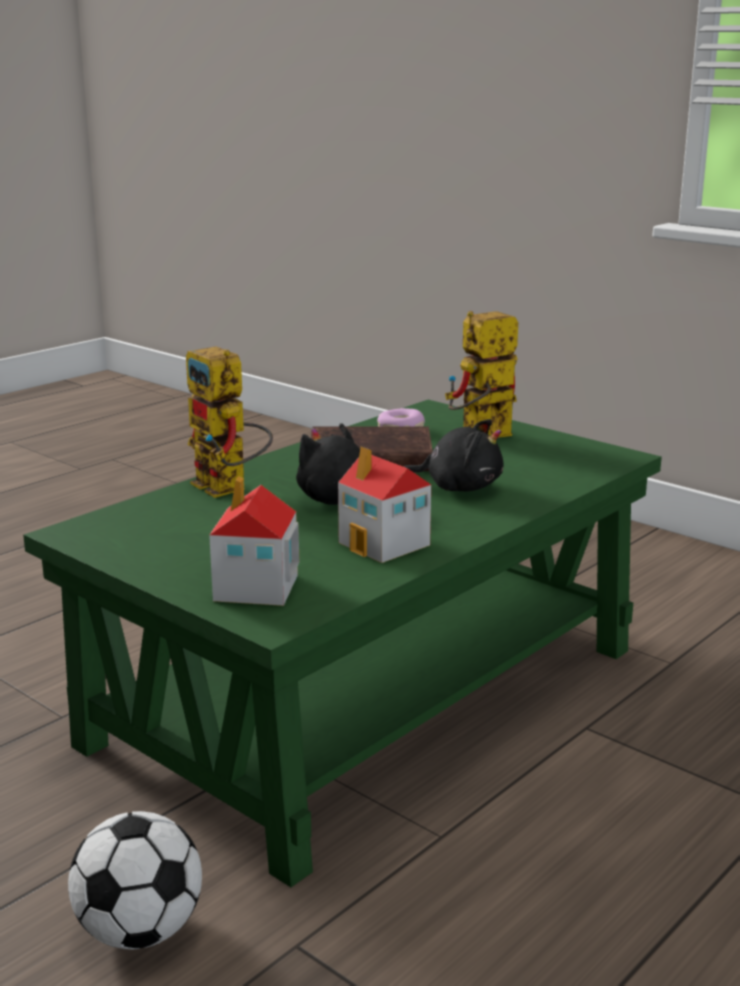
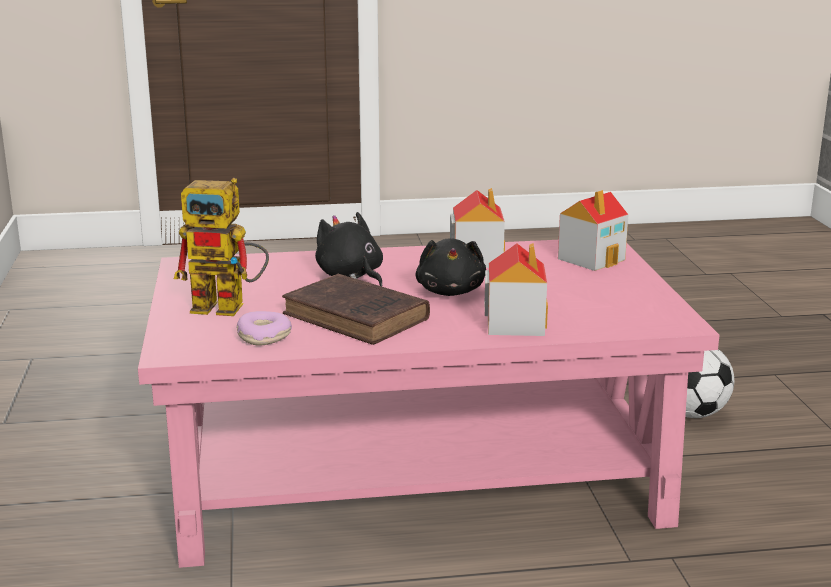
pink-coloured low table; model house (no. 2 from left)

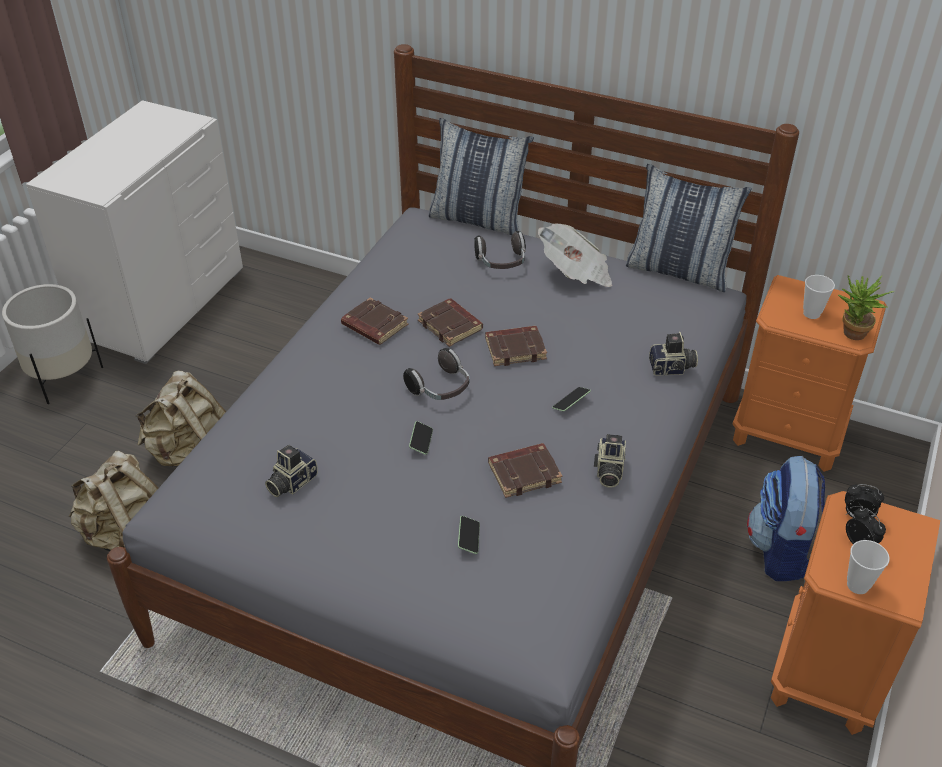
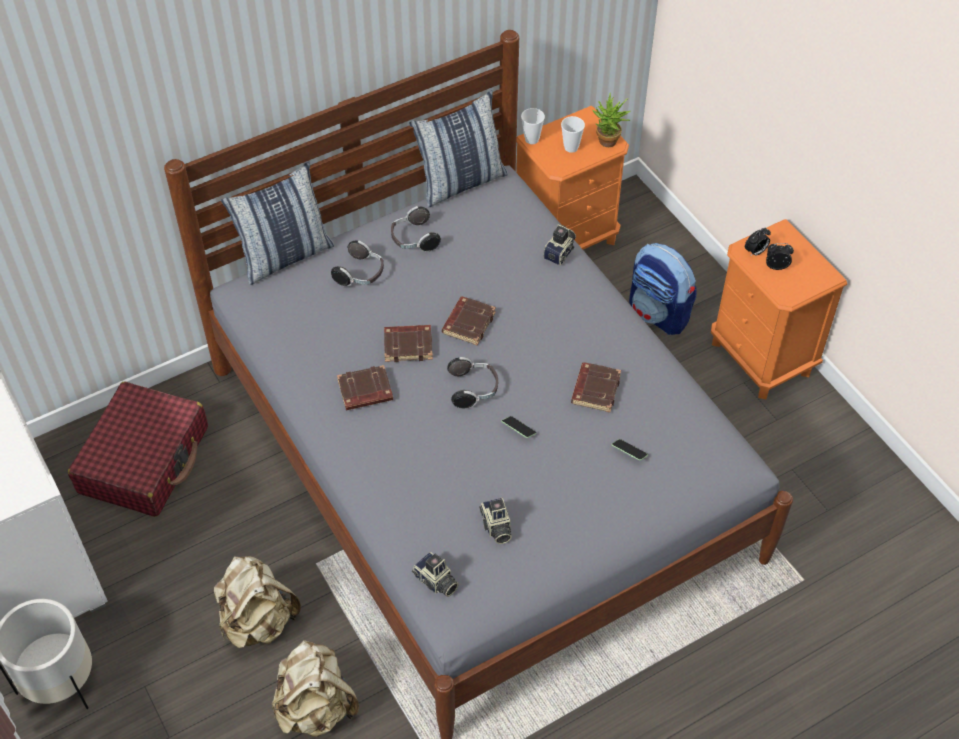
headphones (no. 2 from left); handset (no. 3 from left in the first image); still camera (no. 1 from left); cup (no. 1 from left); reddish suitcase

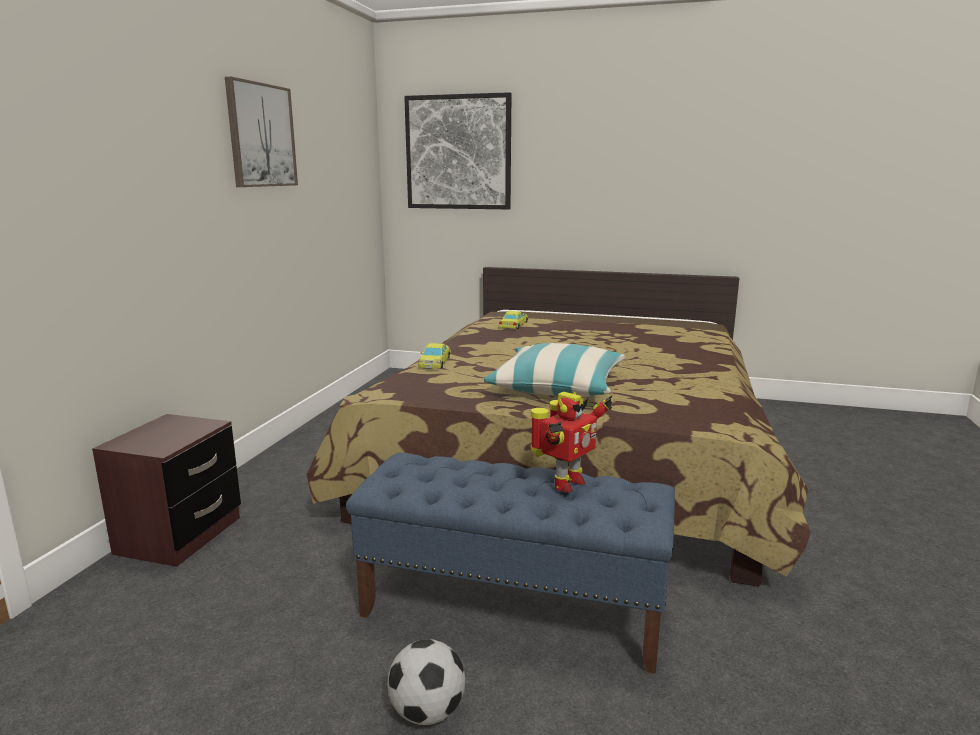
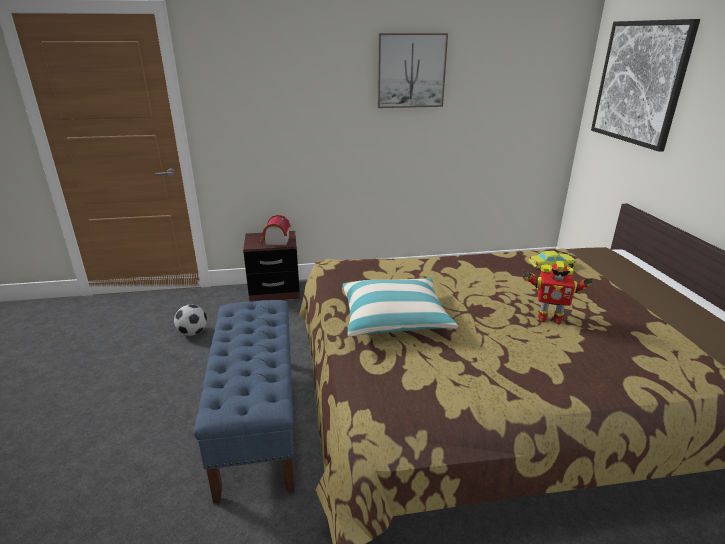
football ball; yellow miniature car (no. 1 from left in the first image); toy robot; model house

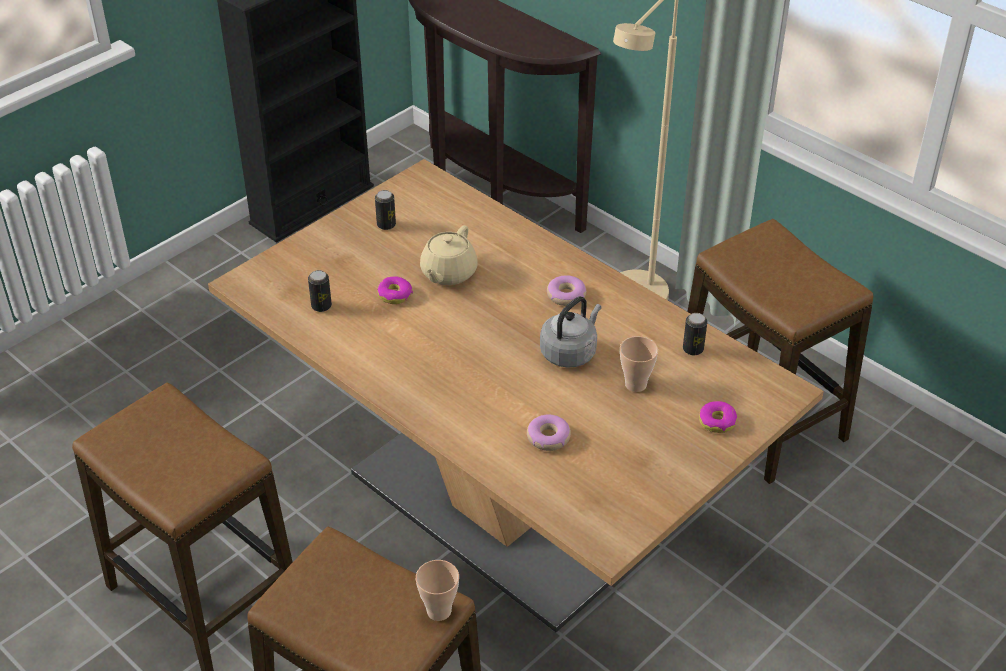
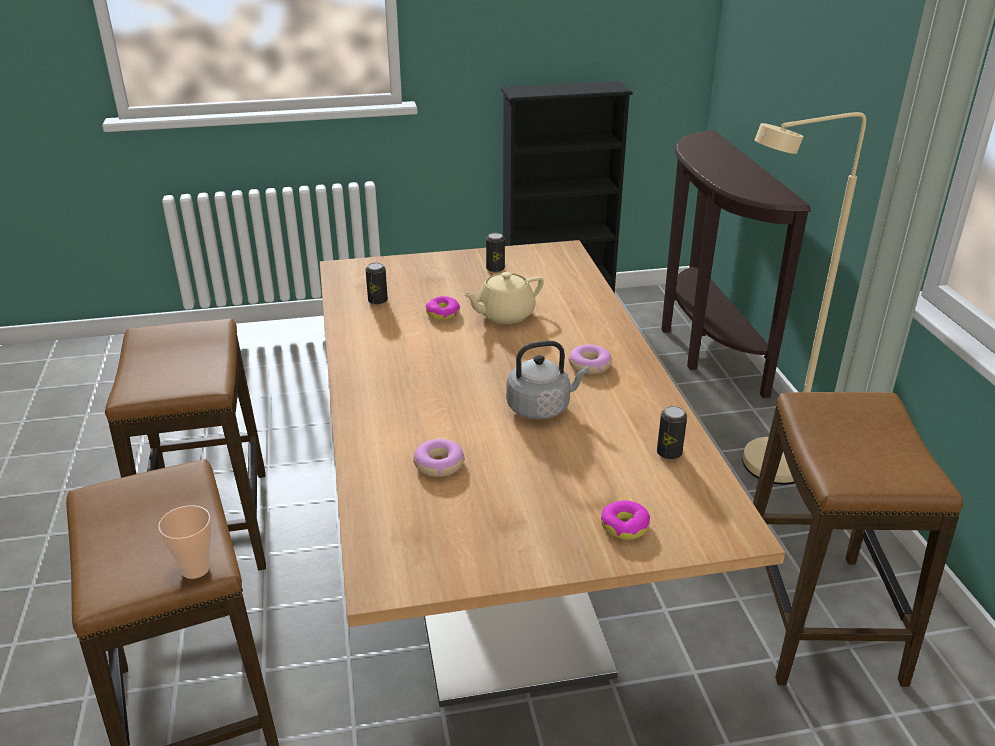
cup (no. 2 from left in the first image)

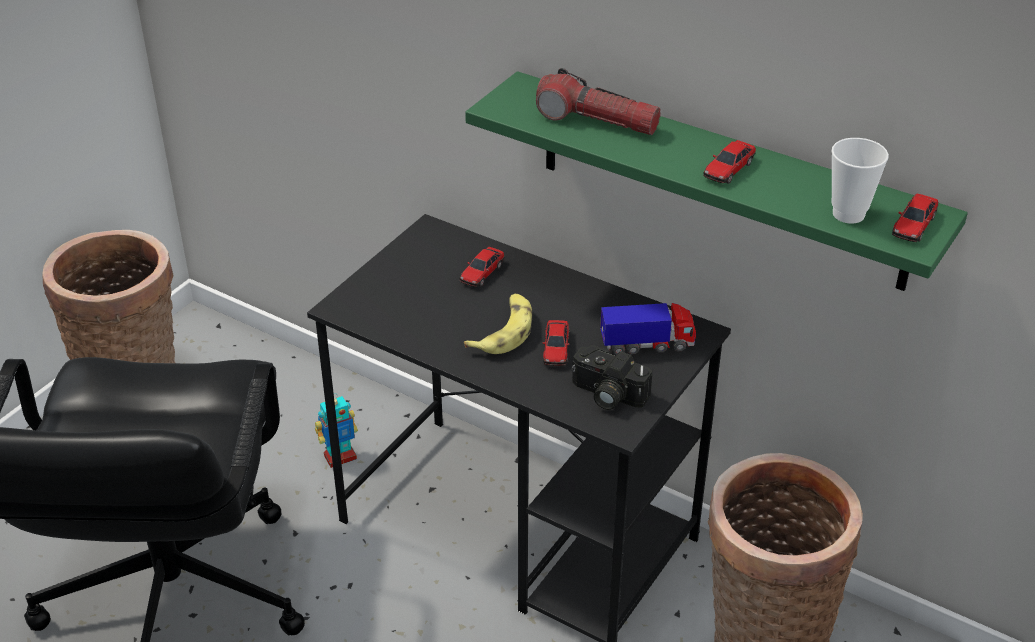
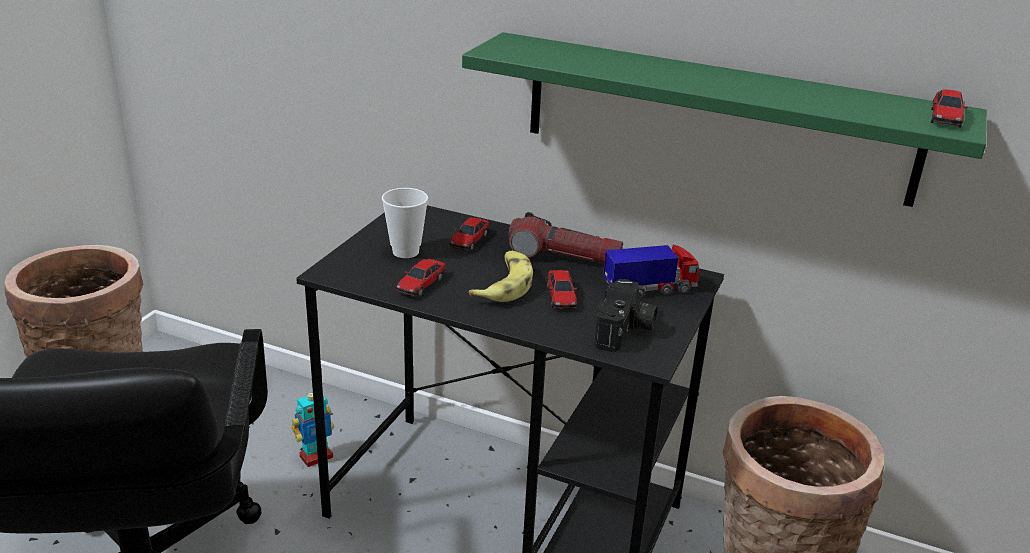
flashlight; still camera; miniature car (no. 1 from left); cup

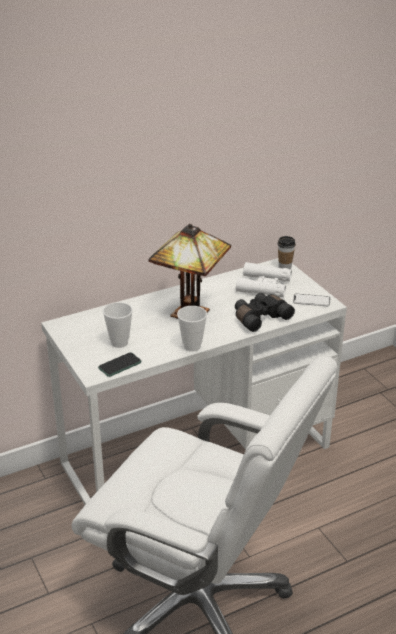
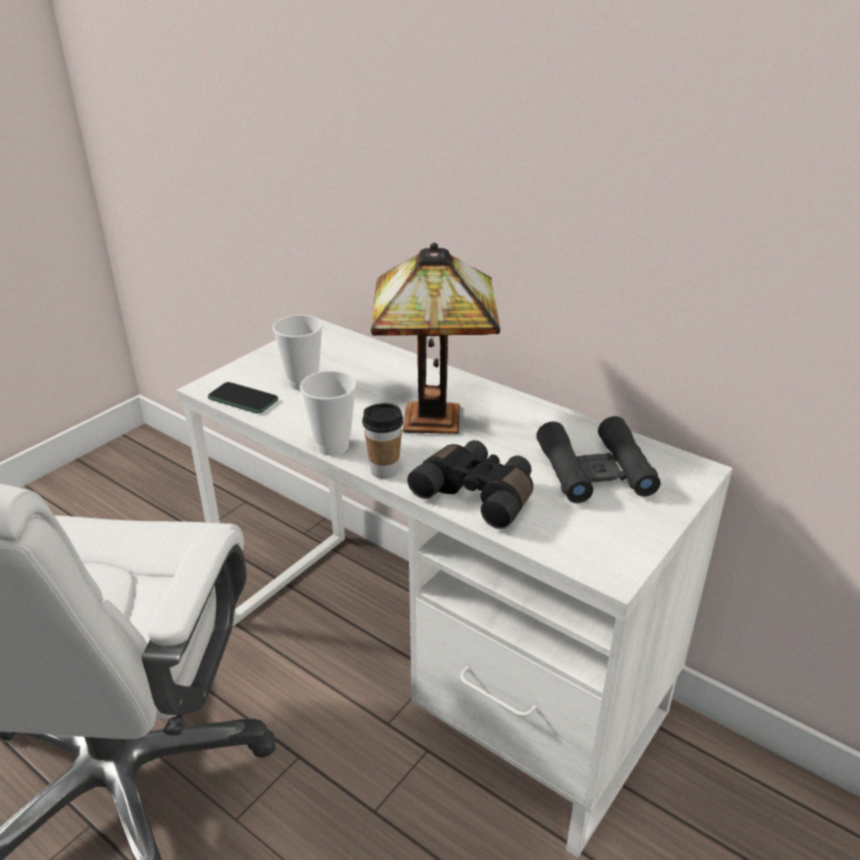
blackish binoculars (no. 2 from left); cup (no. 3 from left); handset (no. 2 from left in the first image)

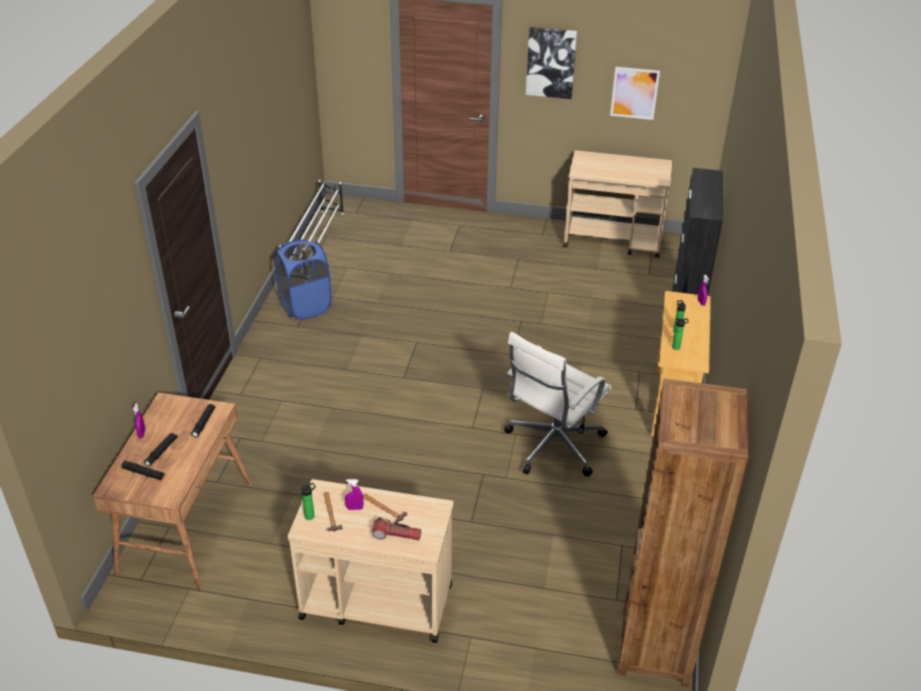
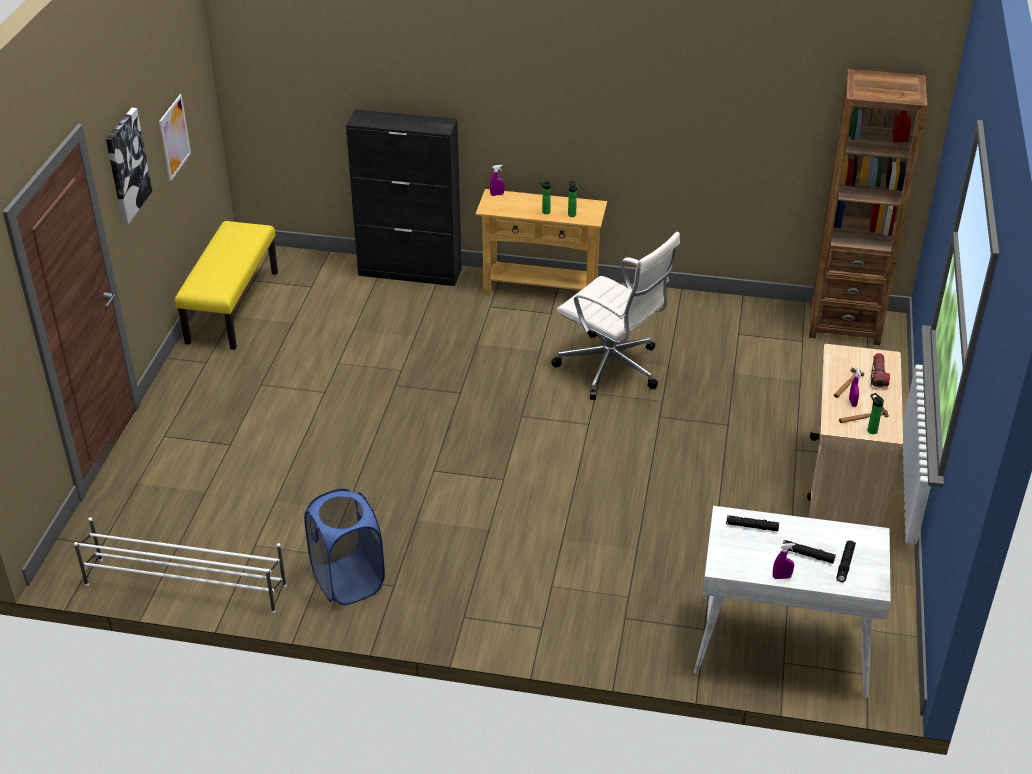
whitish desk table; yellow indoor bench

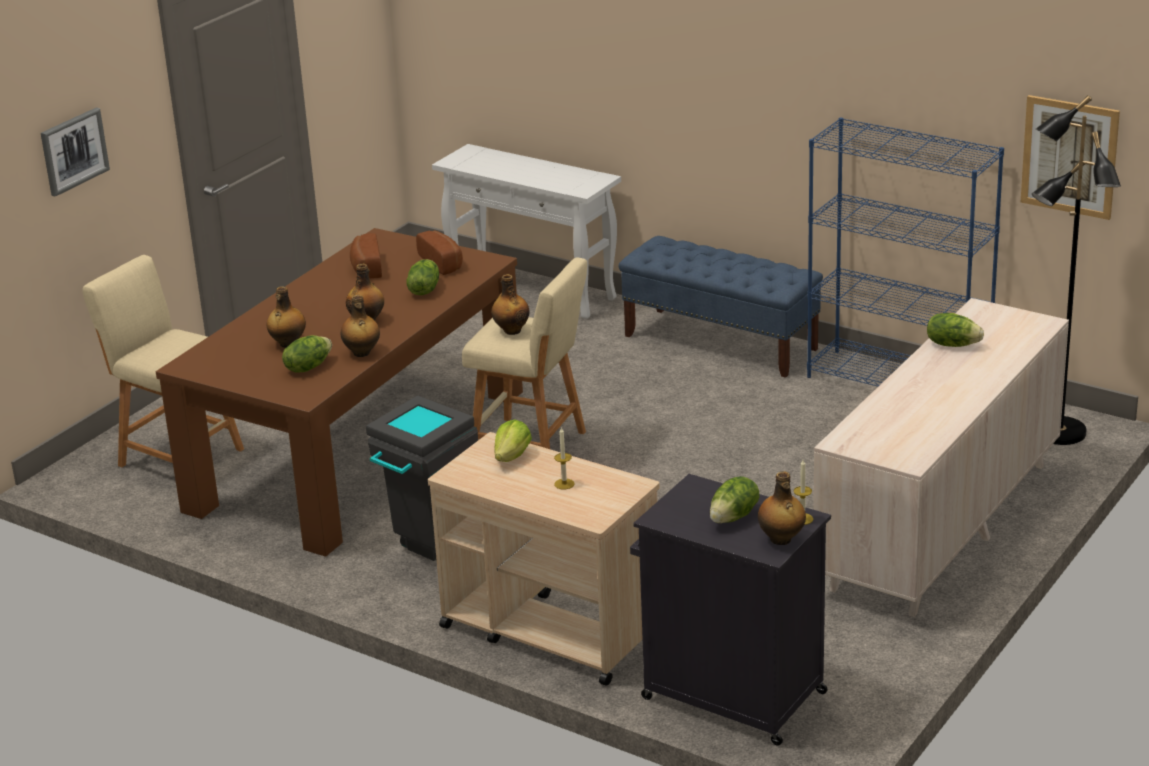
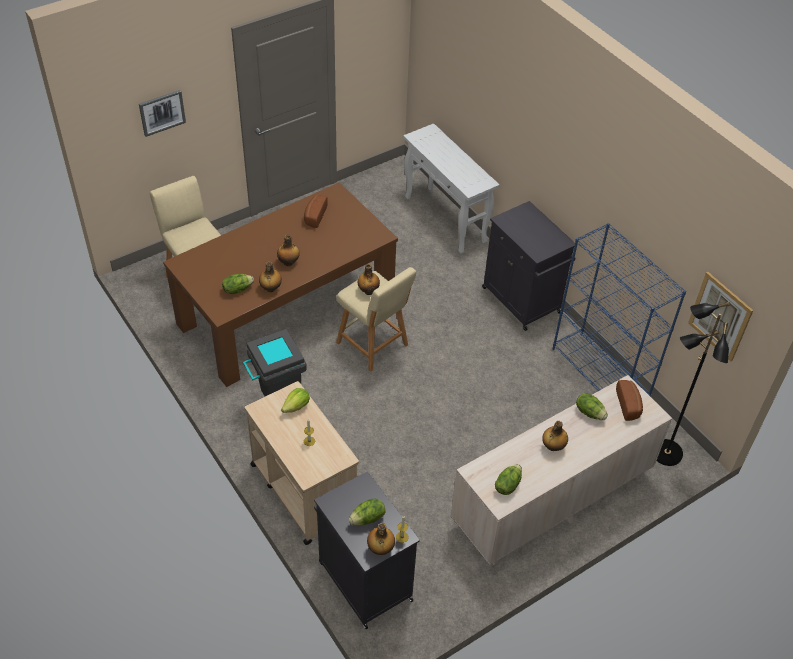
bottle (no. 5 from left); lettuce (no. 4 from left); bakery bread (no. 2 from left); blackish storage cabinet (no. 2 from left)

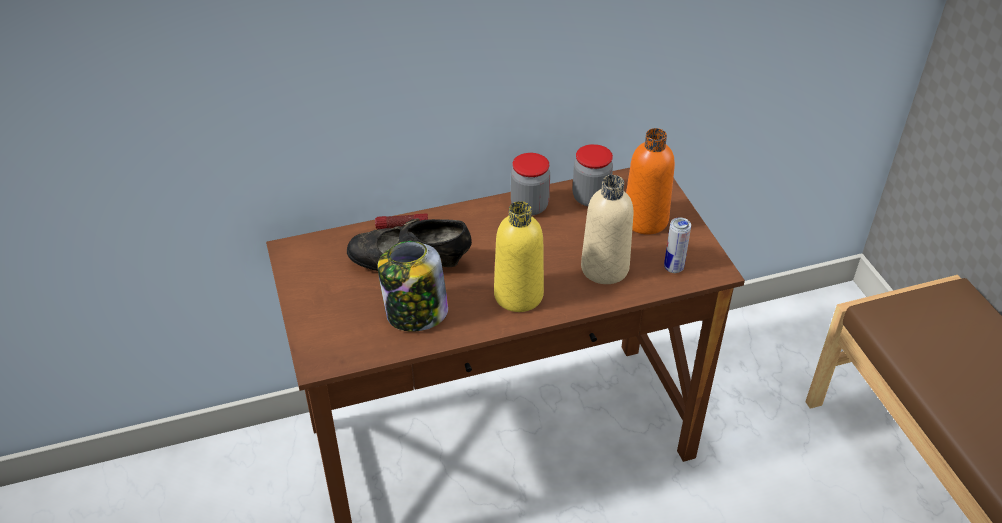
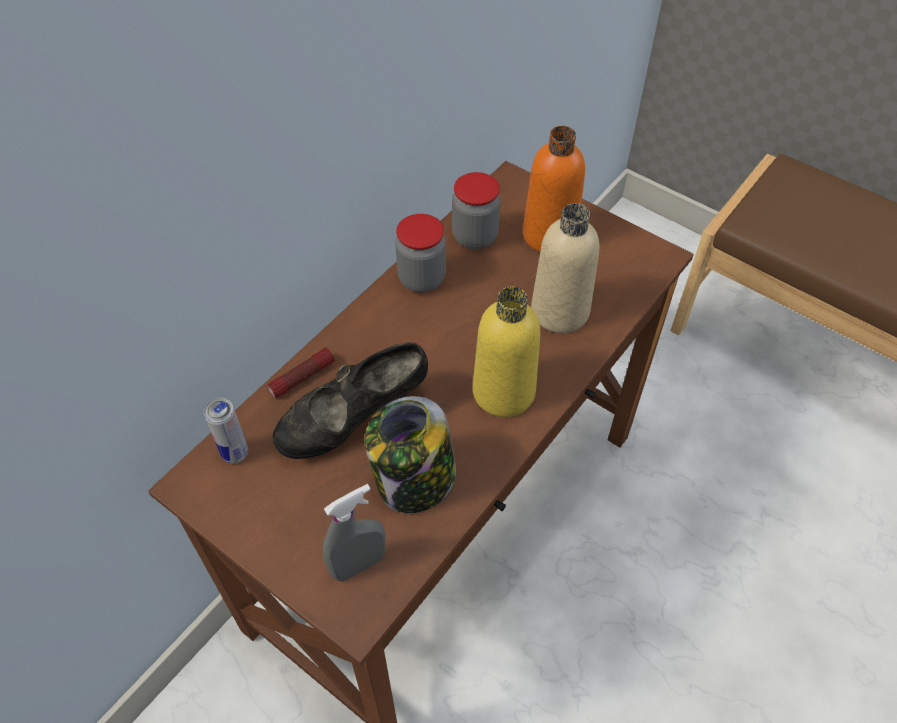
can; greyish hand sprayer

